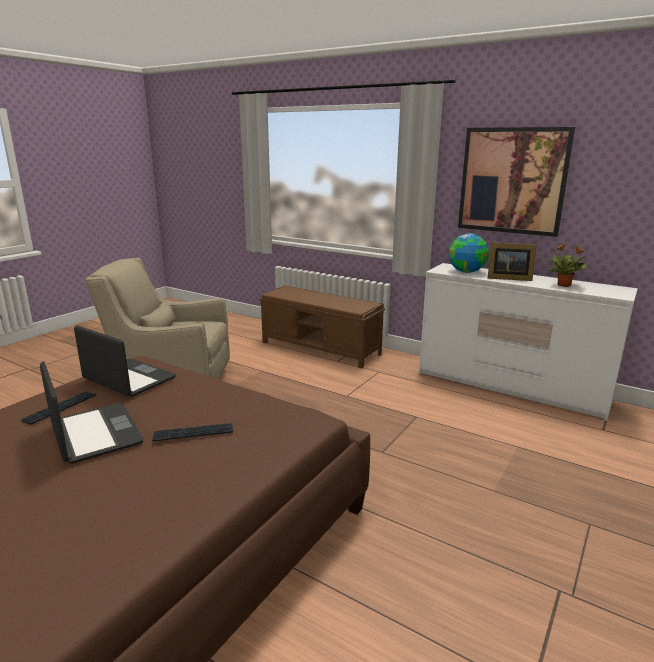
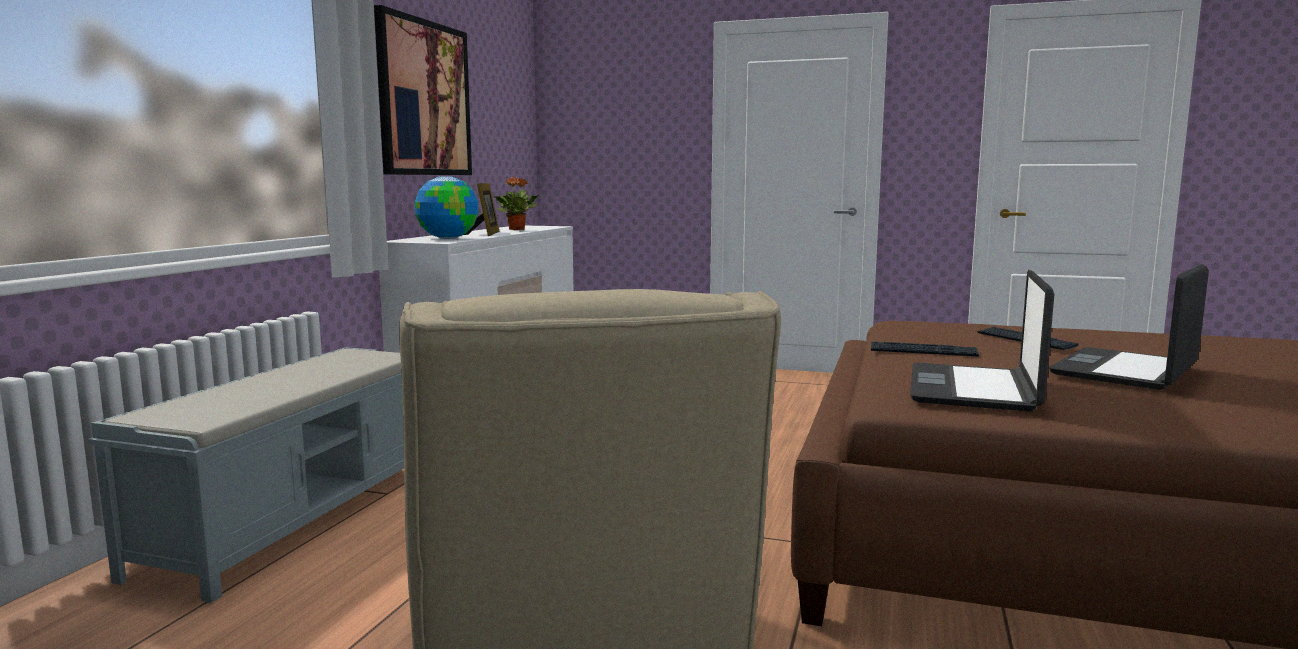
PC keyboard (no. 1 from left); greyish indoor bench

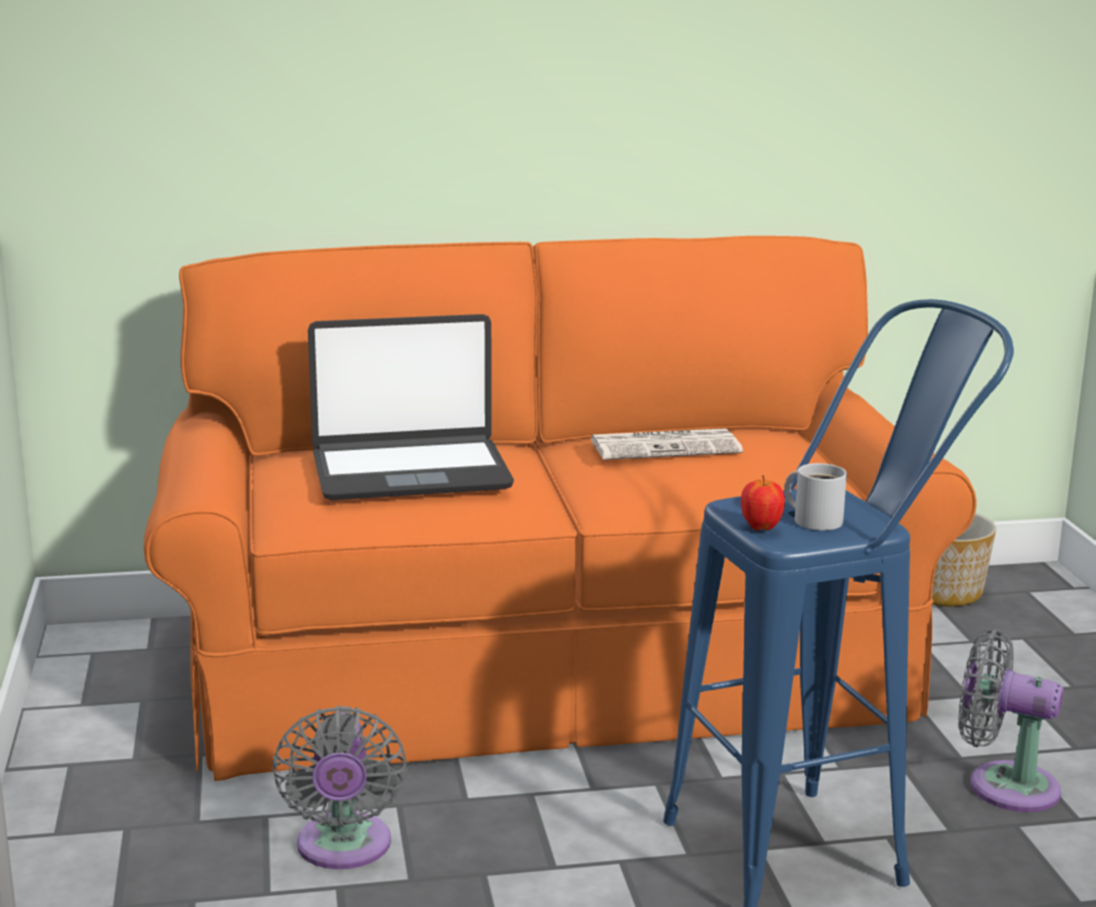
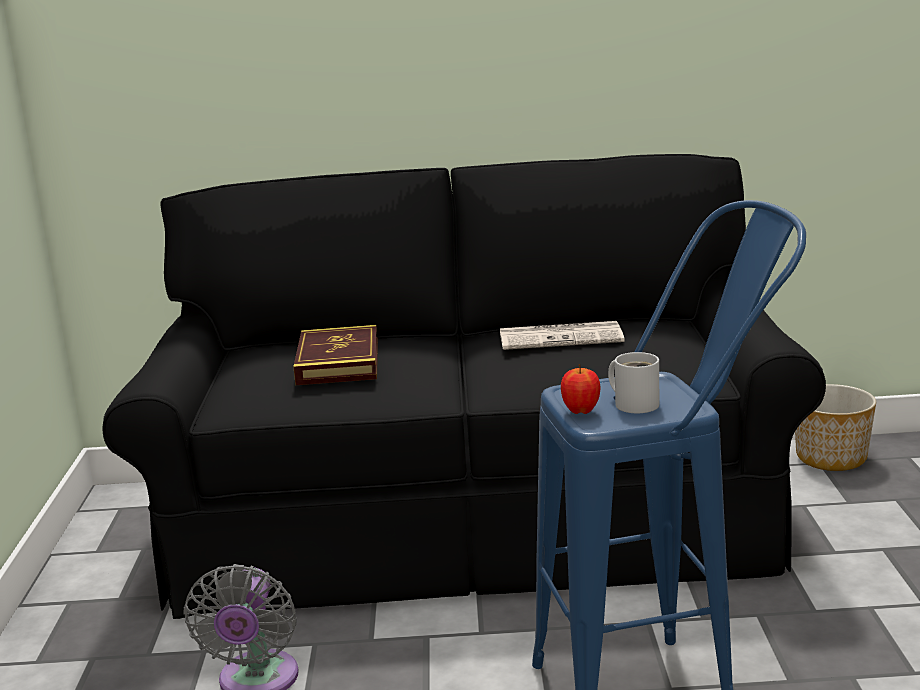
blackish settee; volume; greyish cooling fan (no. 2 from left in the first image)

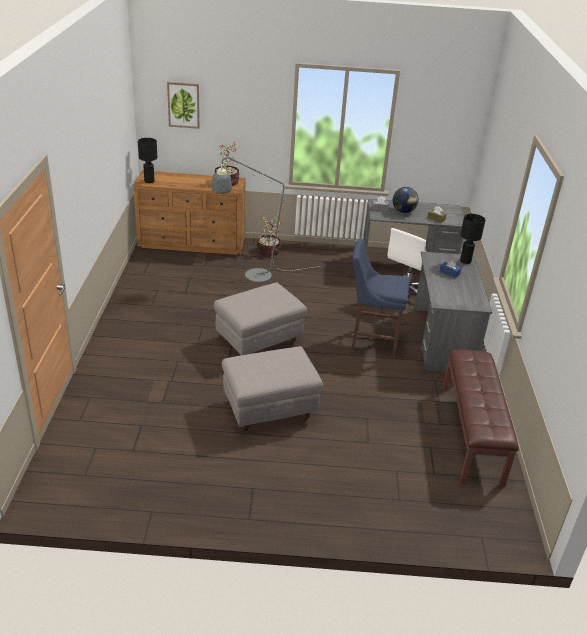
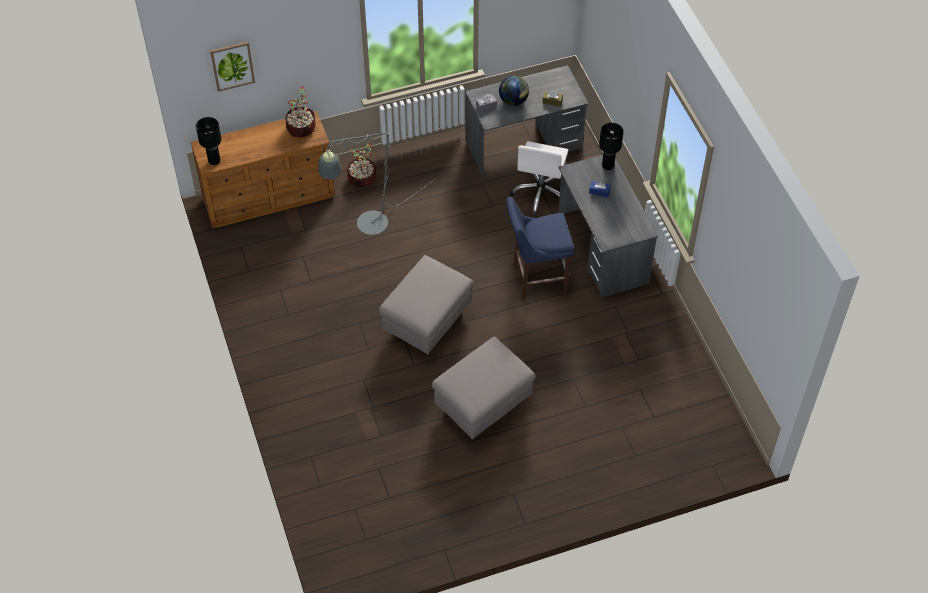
brownish indoor bench

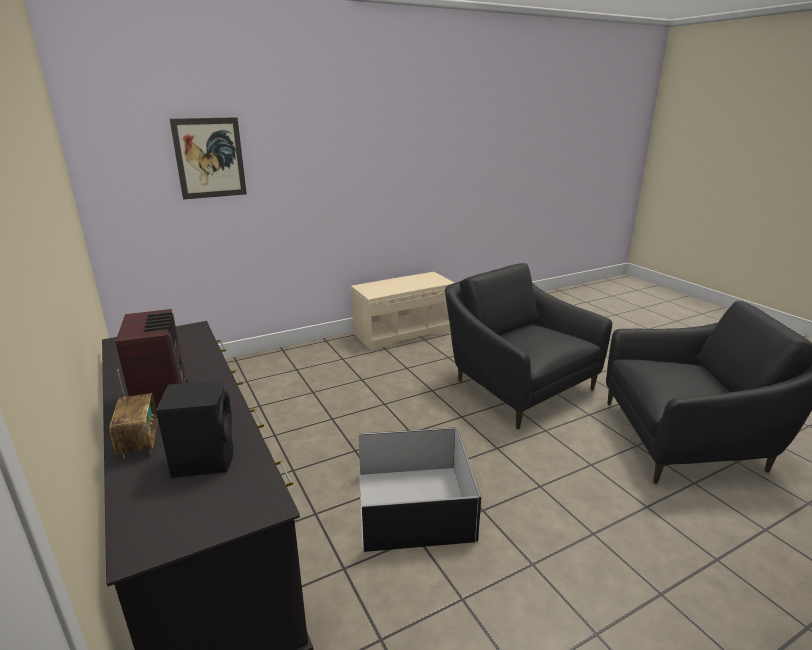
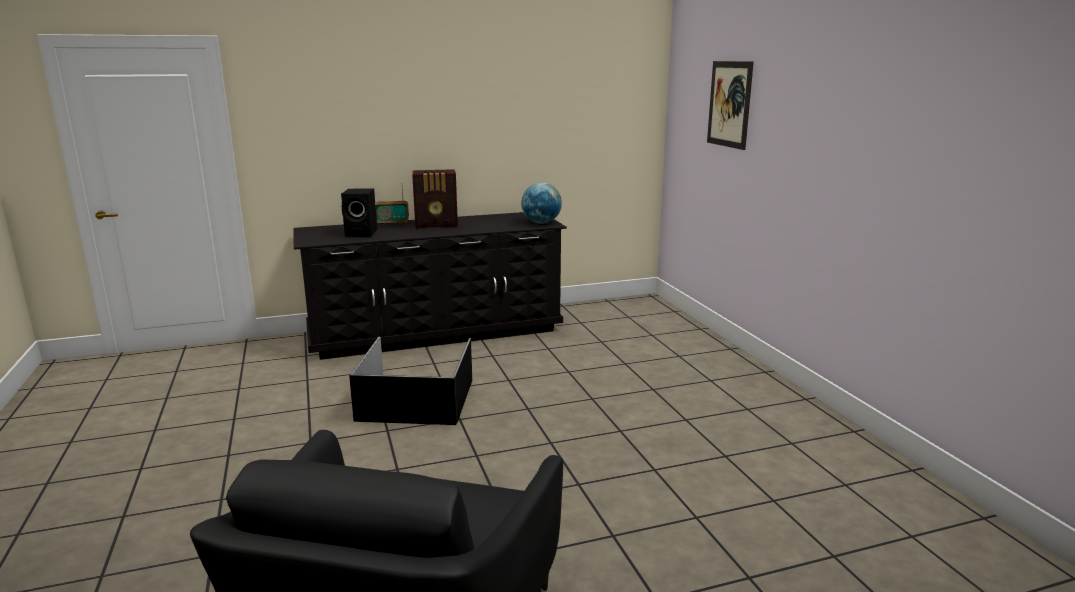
beige-coloured indoor bench; blackish easy chair (no. 1 from left in the first image); desk globe

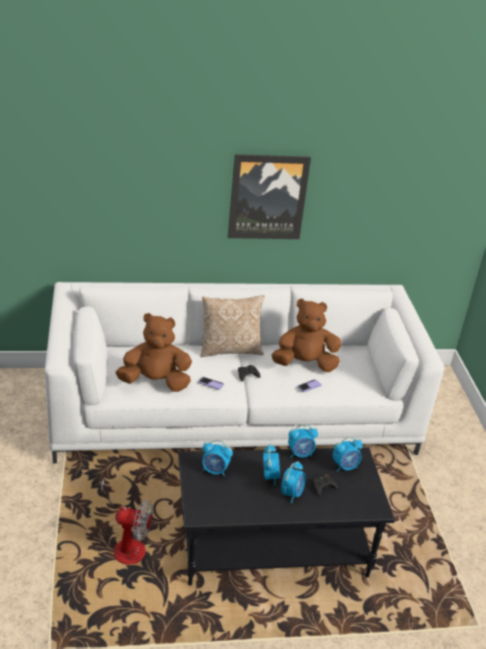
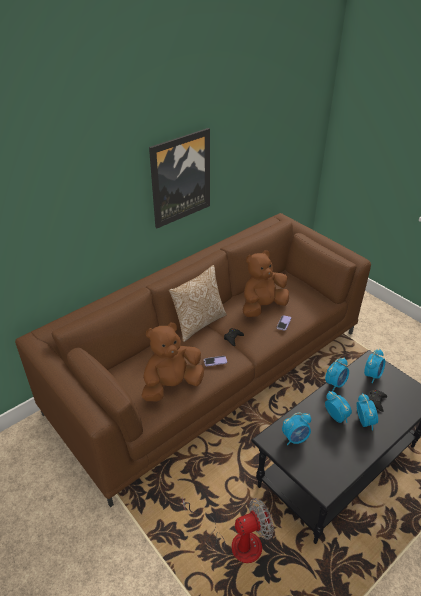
brownish settee

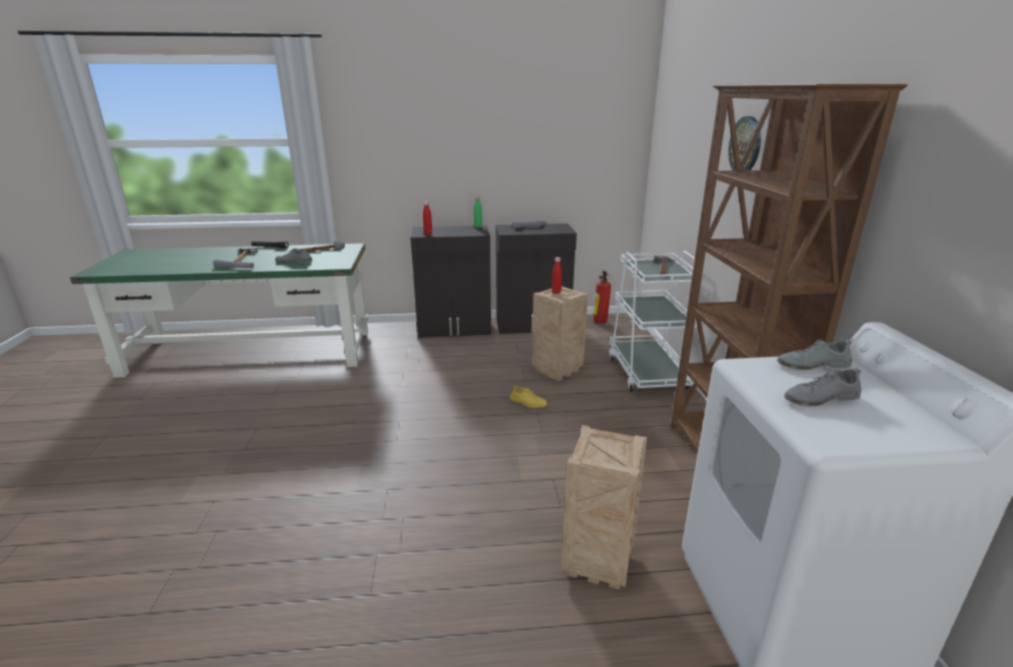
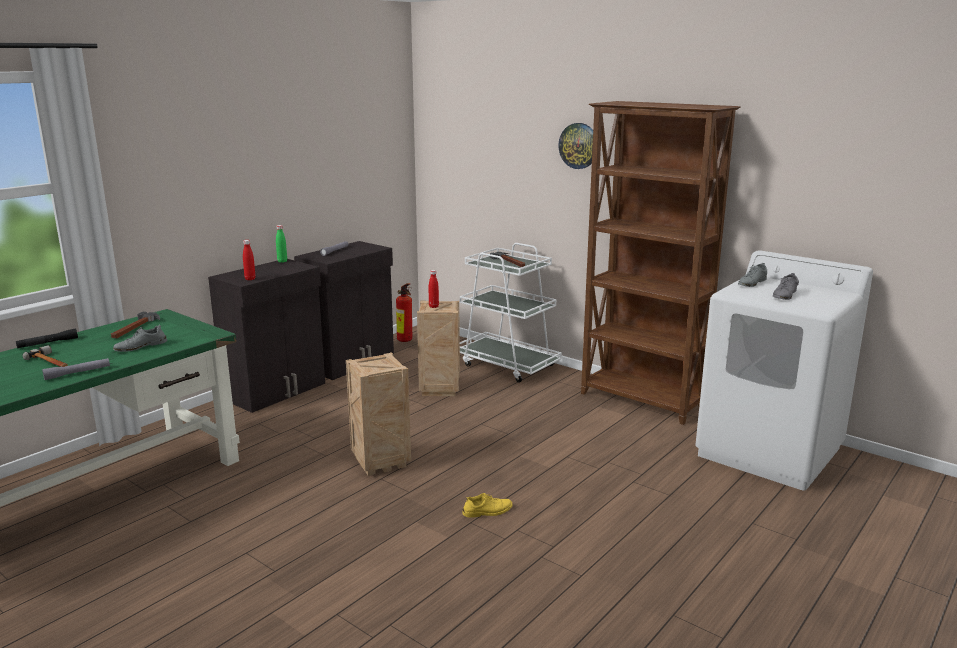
yellow item of footwear; crate (no. 1 from left)

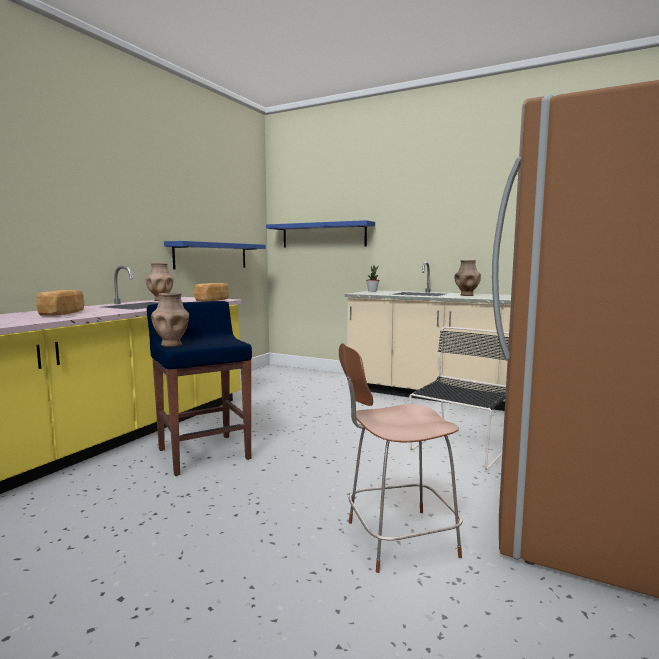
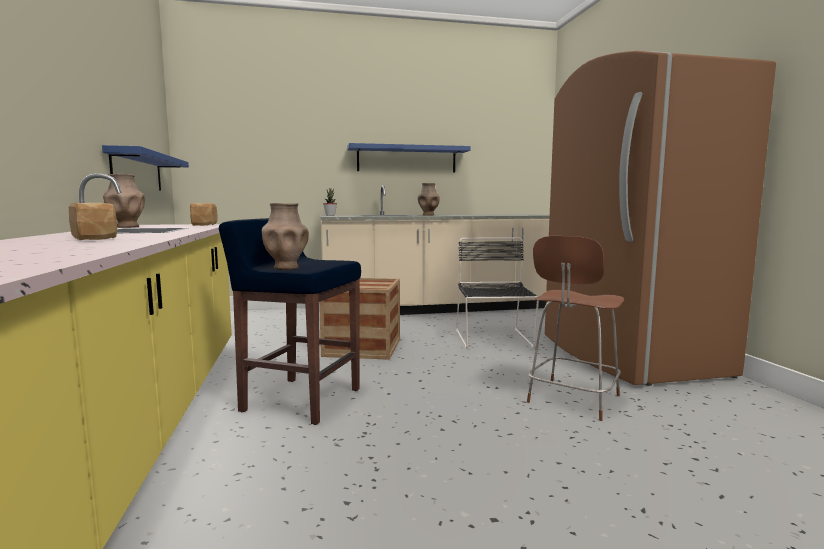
blue bracket shelf (no. 2 from left); crate

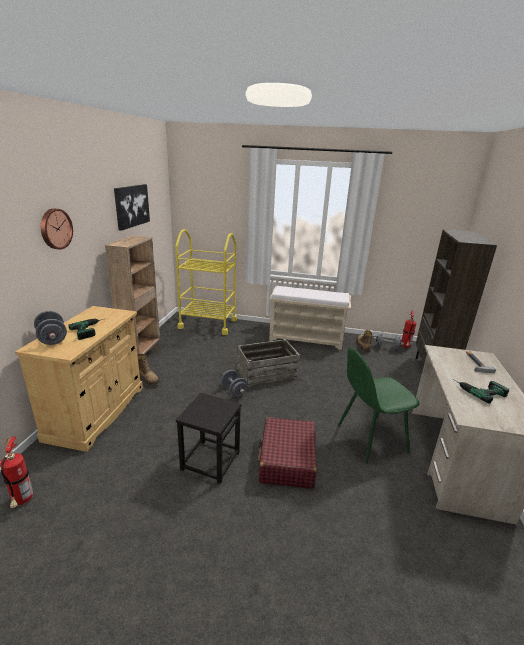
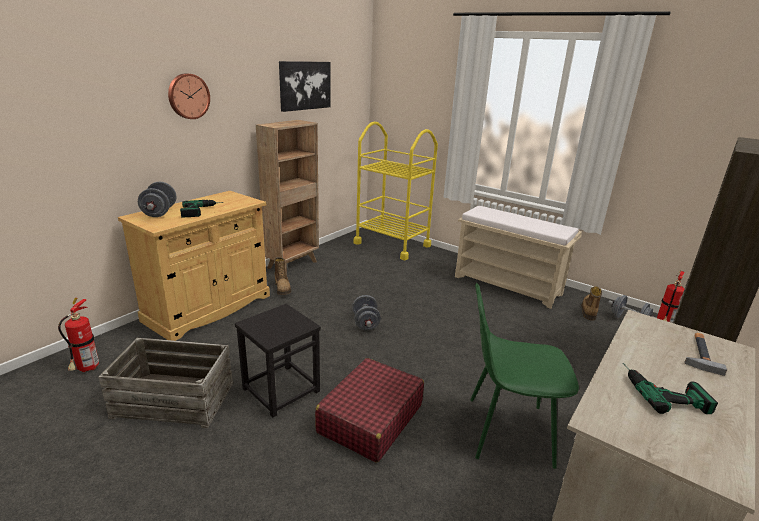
crate

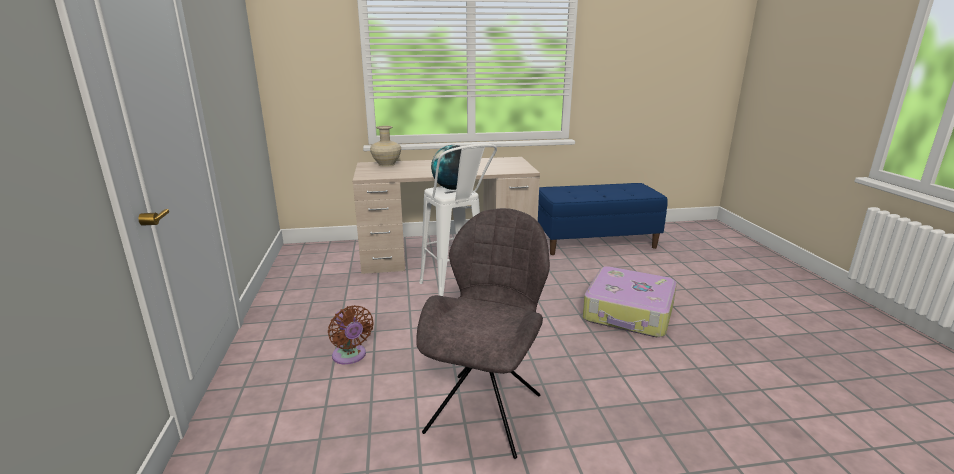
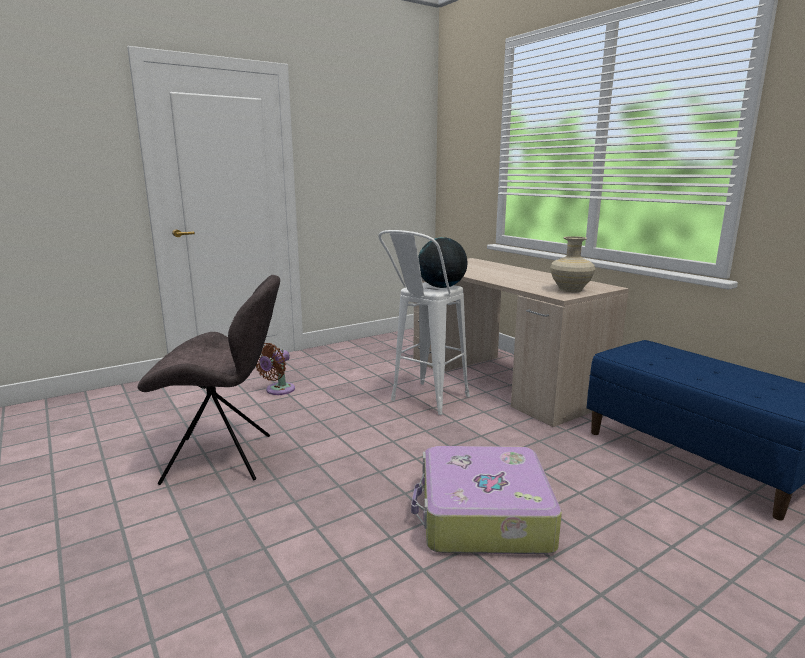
beige-coloured vase

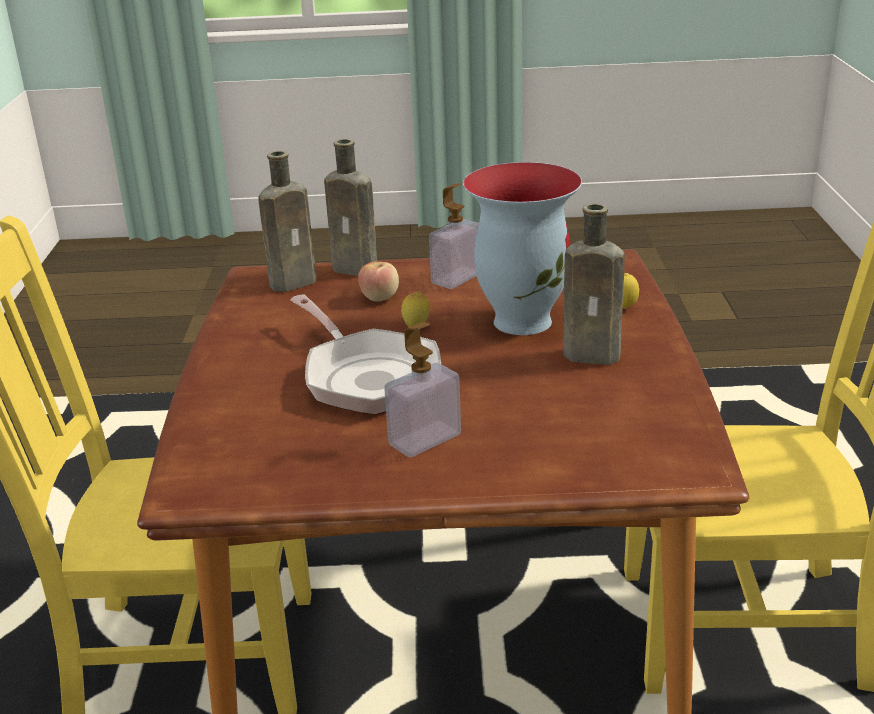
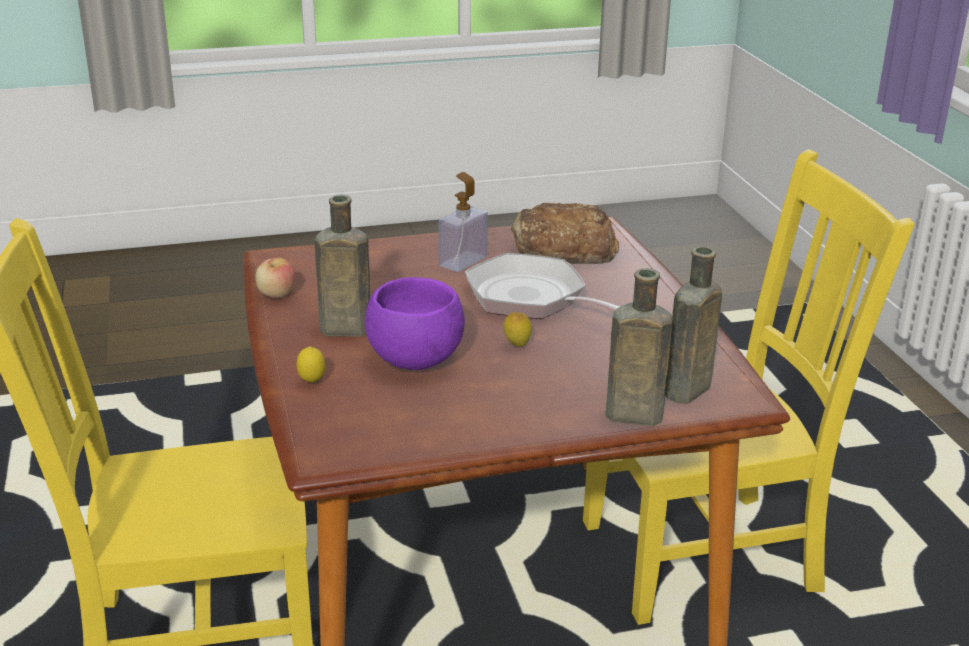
whole apple; liquid soap bottle (no. 2 from left in the first image); purple serving bowl; bakery bread

